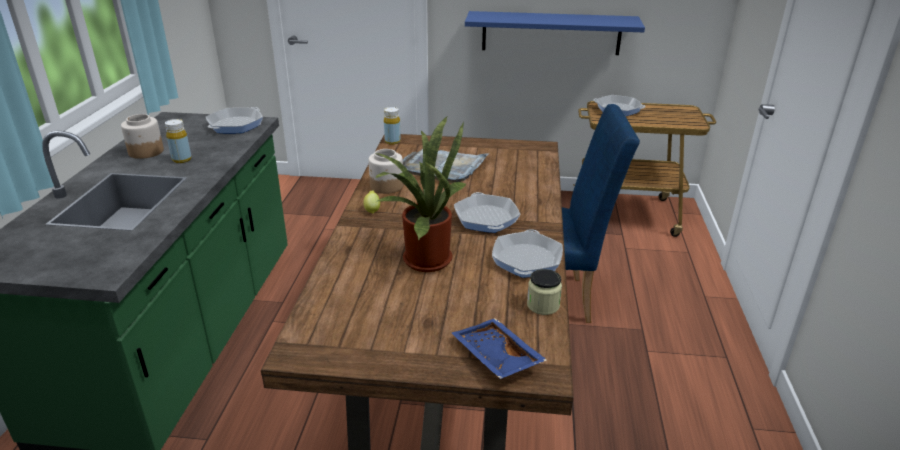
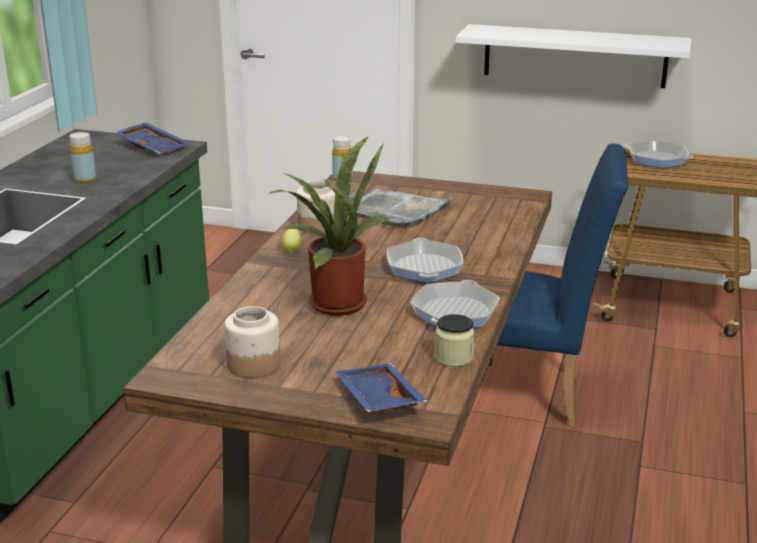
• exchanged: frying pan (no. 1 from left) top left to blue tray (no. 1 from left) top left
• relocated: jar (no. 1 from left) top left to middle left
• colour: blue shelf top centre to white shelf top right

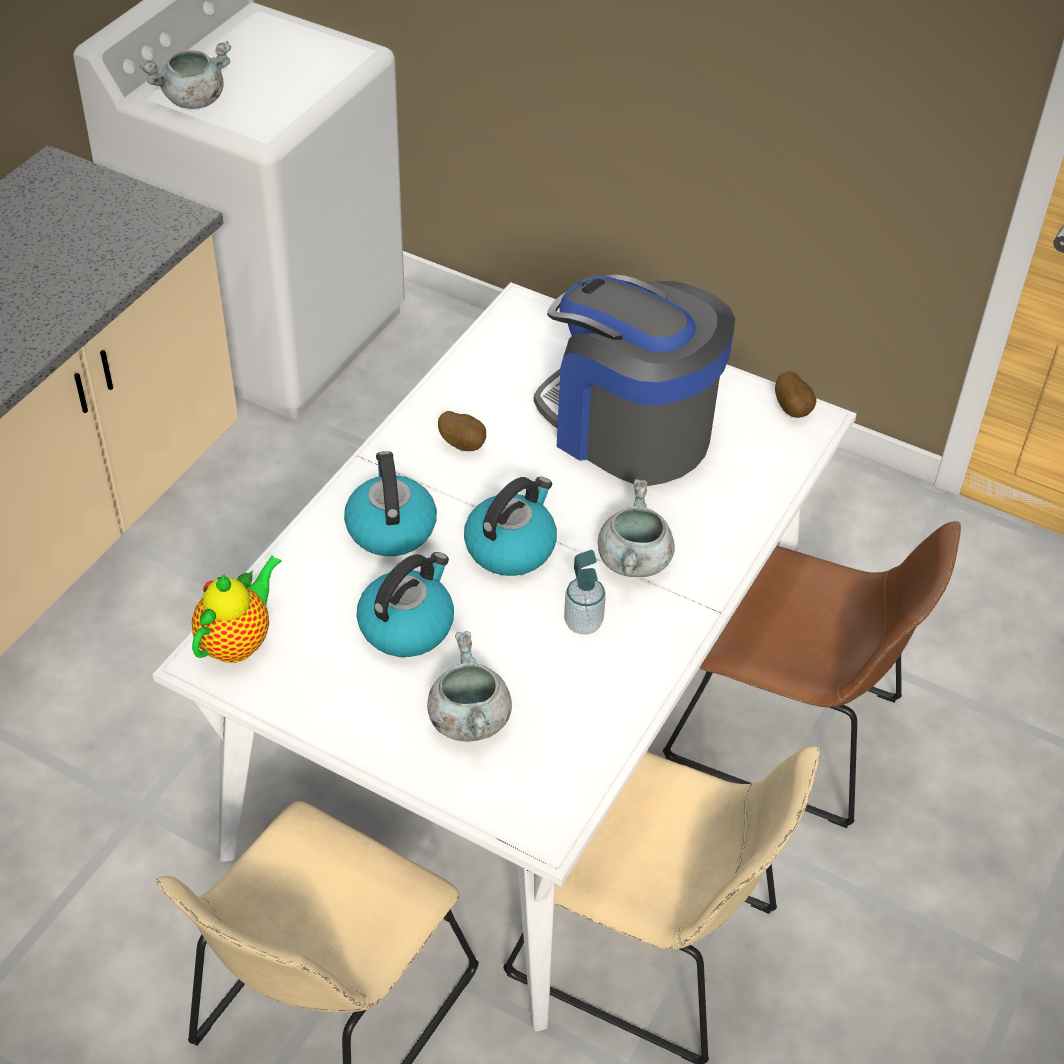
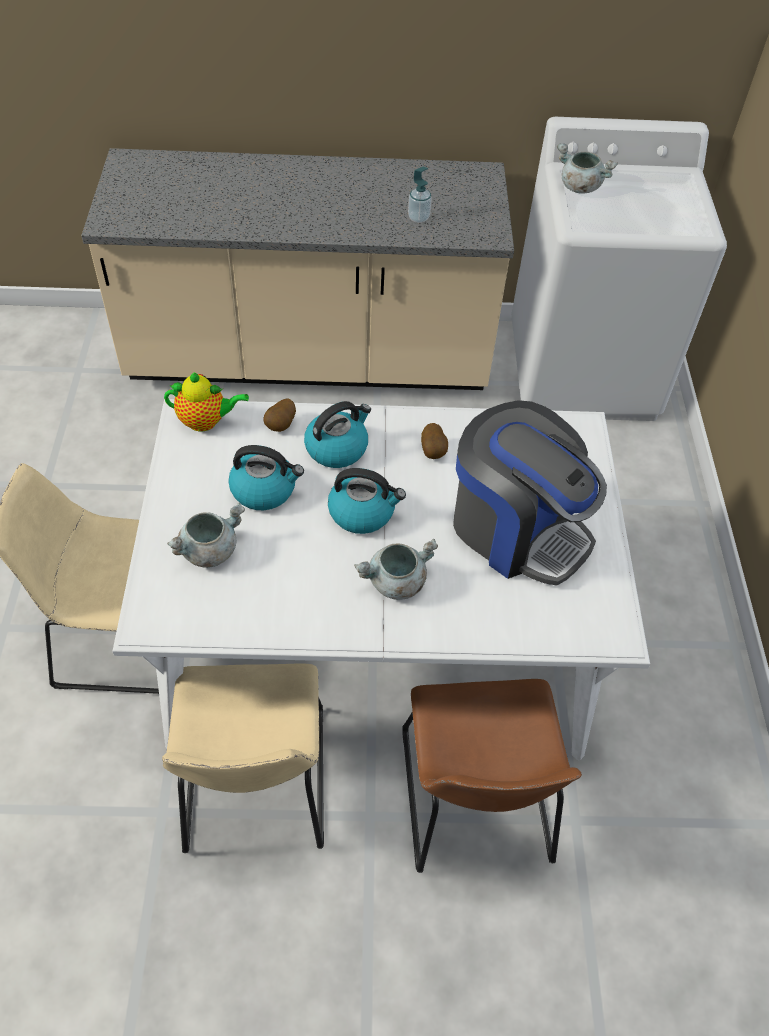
• relocated: potato (no. 2 from left in the first image) middle right to potato (no. 1 from left) centre
• relocated: soap dispenser centre to top centre
• spun: coffee machine centre = middle right 120 degrees clockwise

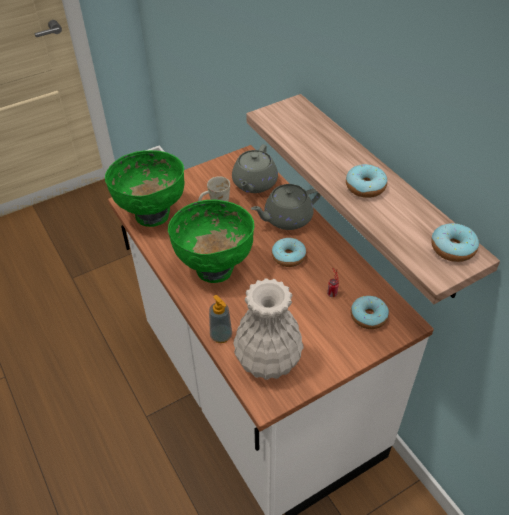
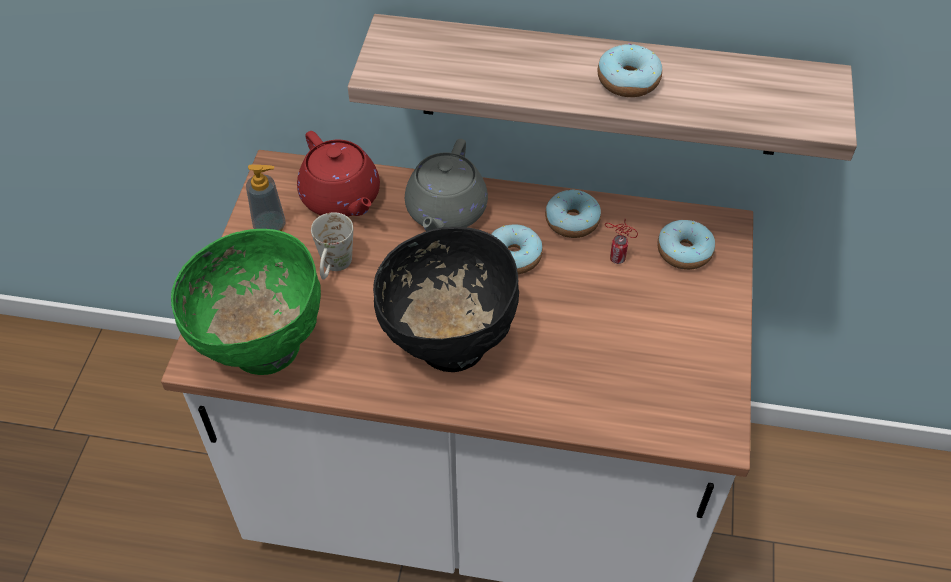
• relocated: soap dispenser centre to middle left
• colour: grey teapot (no. 1 from left) top centre to red teapot top centre
• colour: green bowl (no. 2 from left) centre to black bowl centre
• relocated: donut (no. 4 from left in the first image) middle right to donut (no. 2 from left) centre
• missing: white vase centre

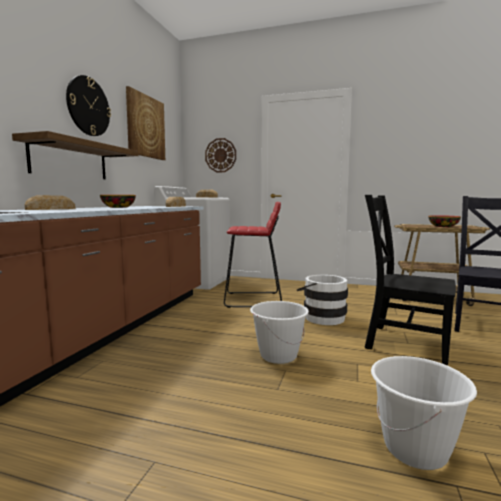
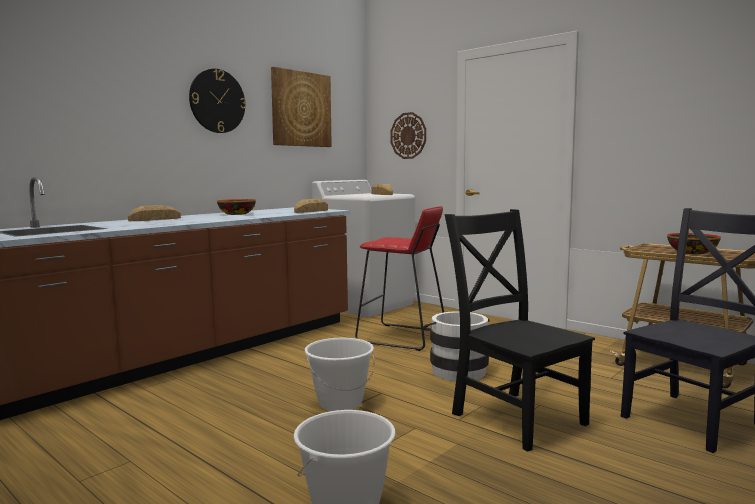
• missing: shelf top left

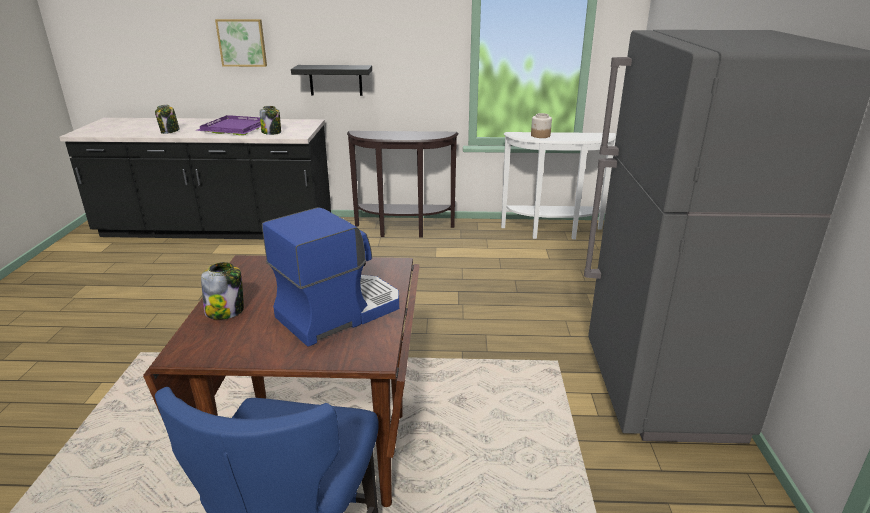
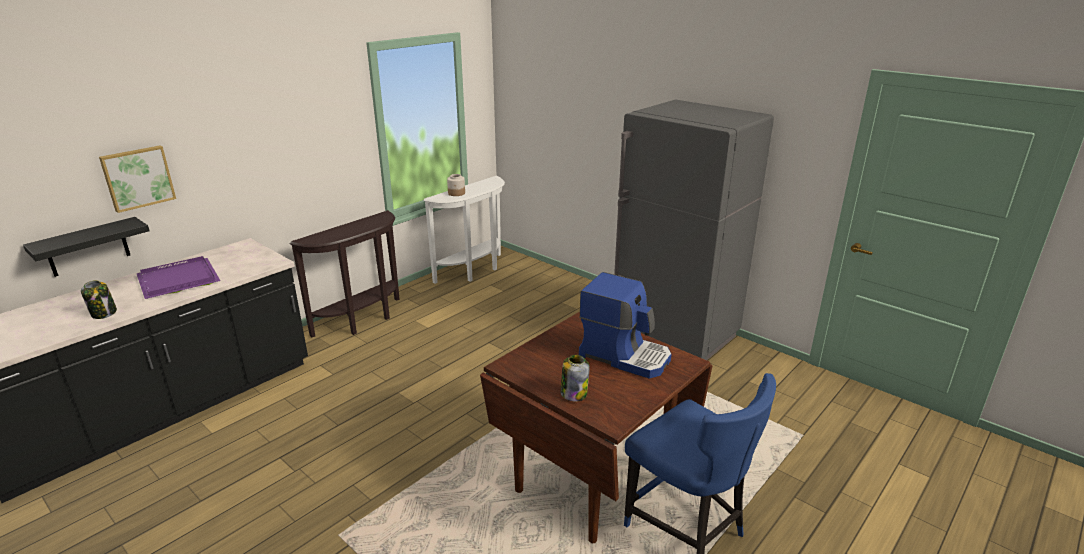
• relocated: black shelf top centre to middle left
• spun: coffee machine centre = centre 120 degrees clockwise
• missing: jar (no. 3 from left) top left

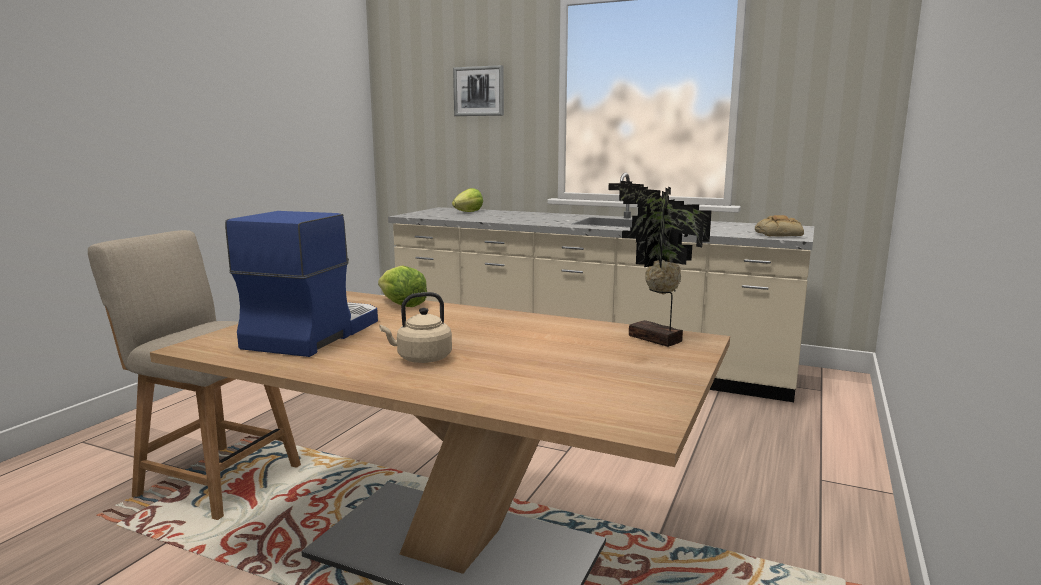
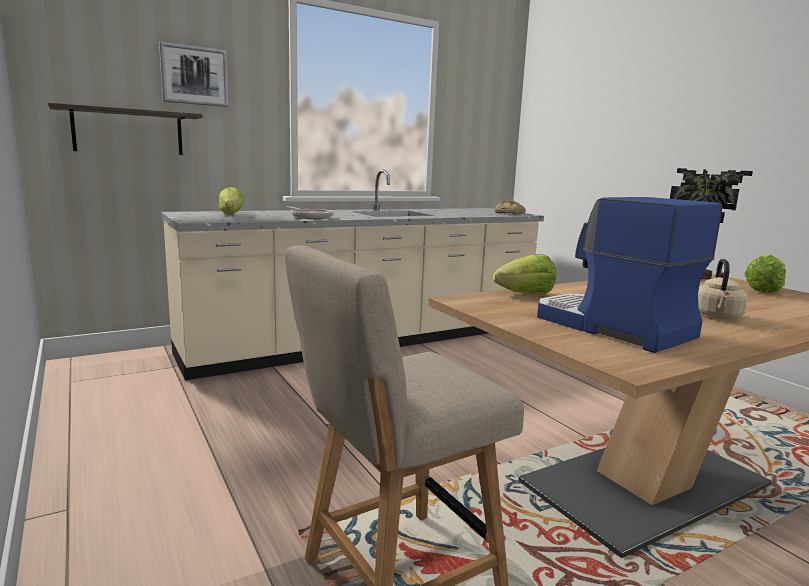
• appeared: shelf top left
• appeared: frying pan centre
• appeared: lettuce (no. 3 from left) middle right

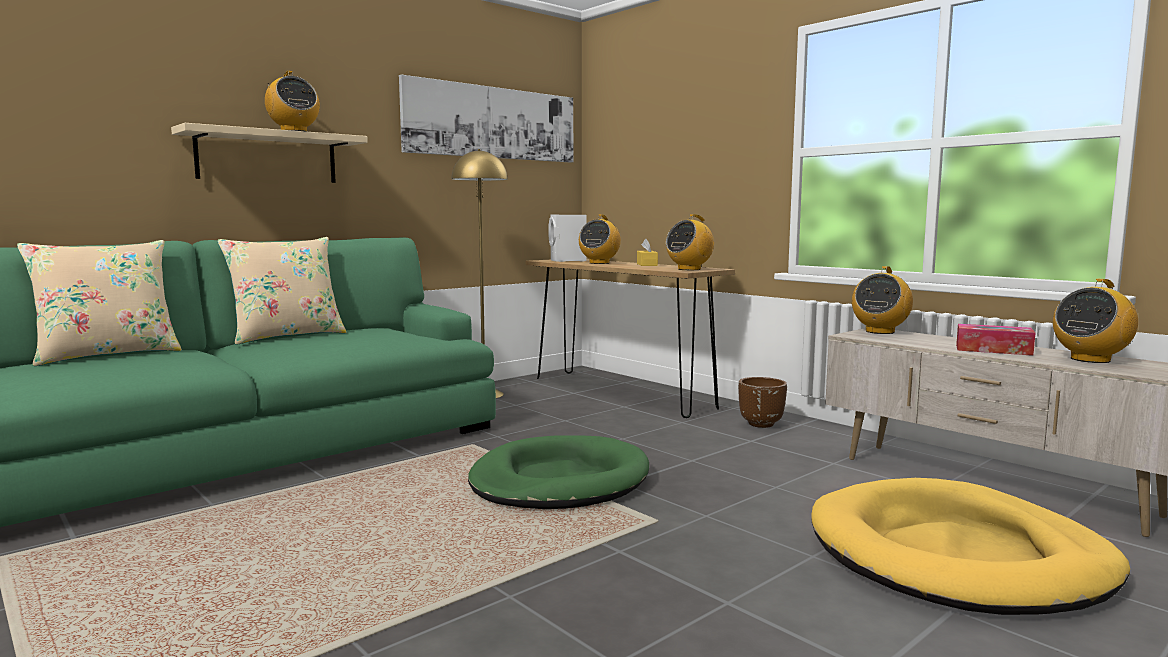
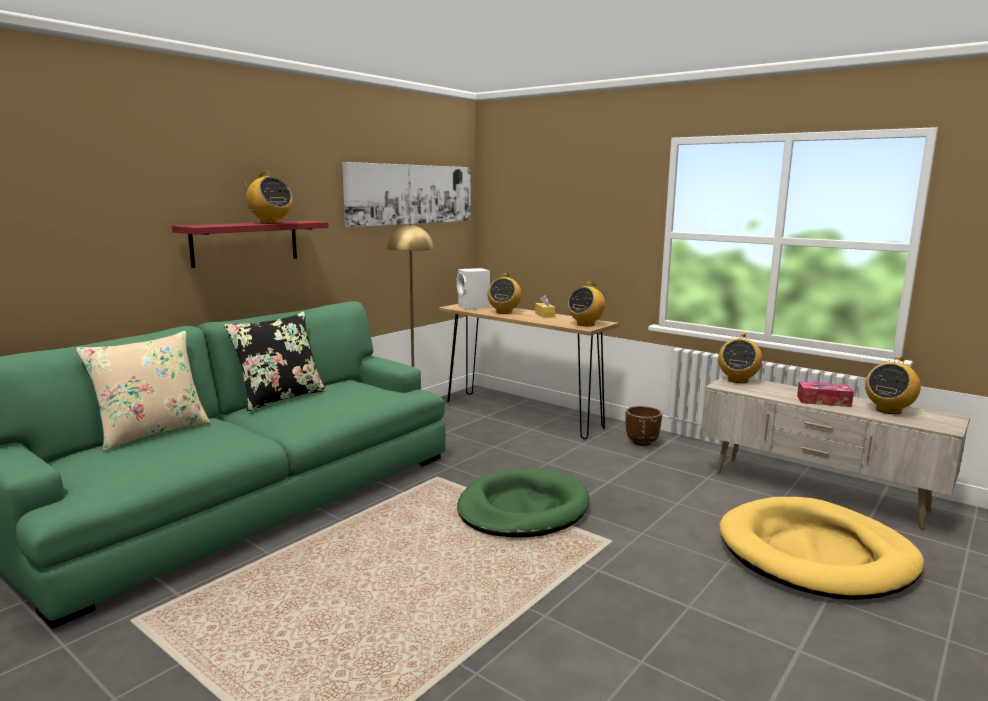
• colour: beige shelf top left to red shelf middle left
• colour: beige pillow (no. 2 from left) middle left to black pillow middle left

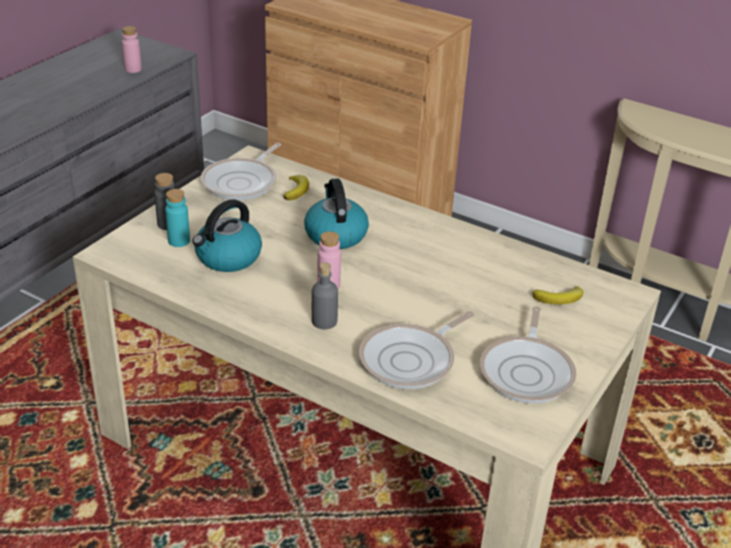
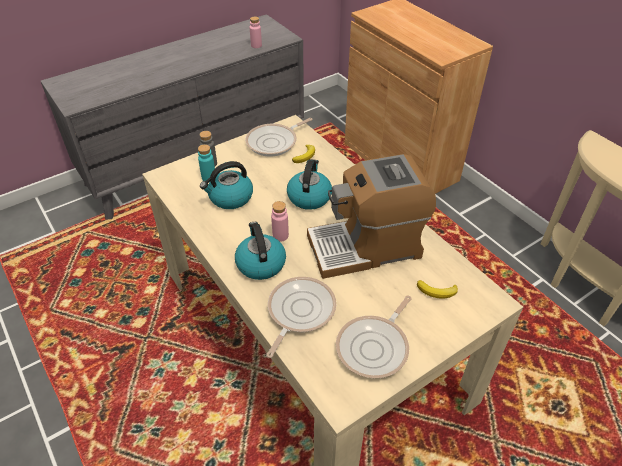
• exchanged: grey bottle (no. 2 from left) centre to kettle (no. 2 from left) centre
• spun: frying pan (no. 2 from left) centre = bottom centre 135 degrees clockwise
• appeared: coffee machine centre

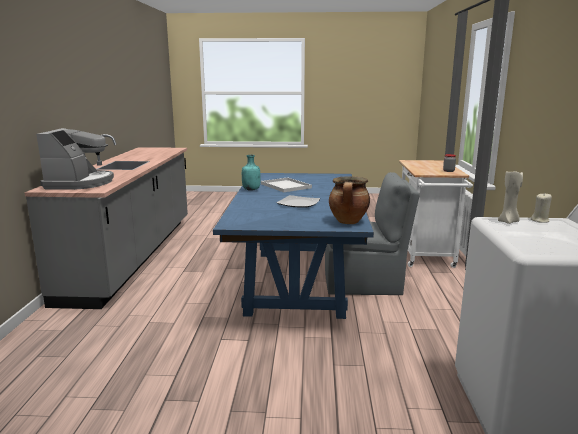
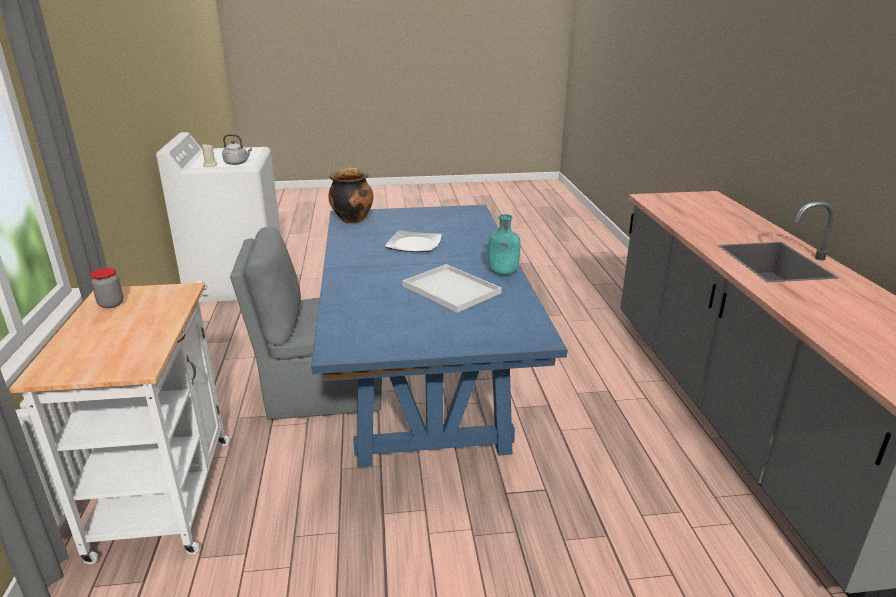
• exchanged: beige candle (no. 1 from left) middle right to grey kettle top left
• missing: coffee machine middle left

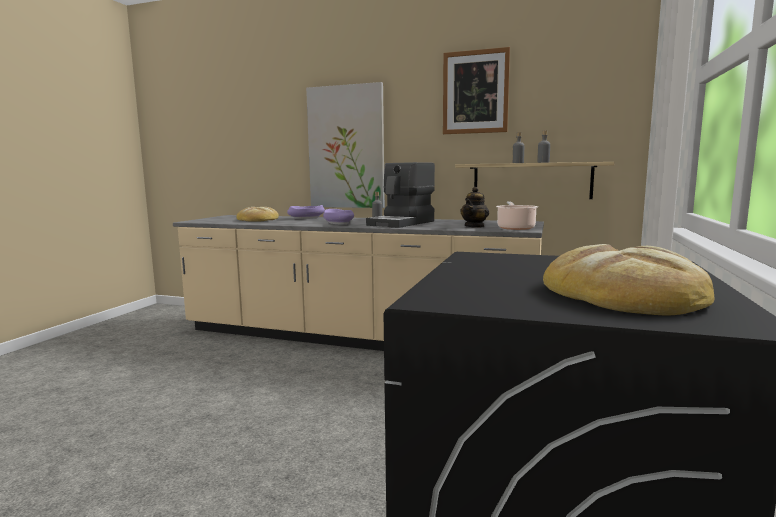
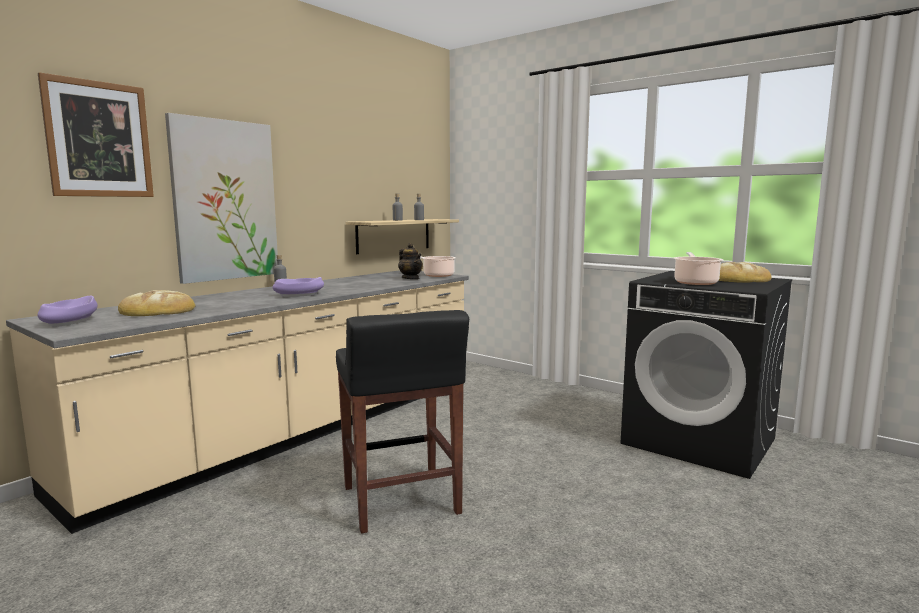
• relocated: picture (no. 2 from left in the first image) top centre to picture (no. 1 from left) top left
• relocated: purple bowl (no. 1 from left) centre to middle left
• appeared: black stool bottom centre
• appeared: cooking pot (no. 2 from left) middle right
• missing: coffee machine centre

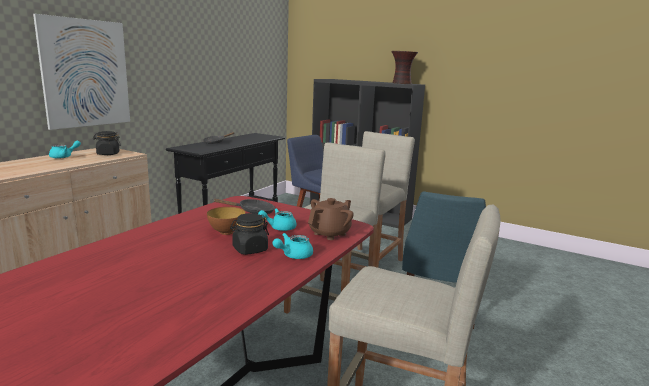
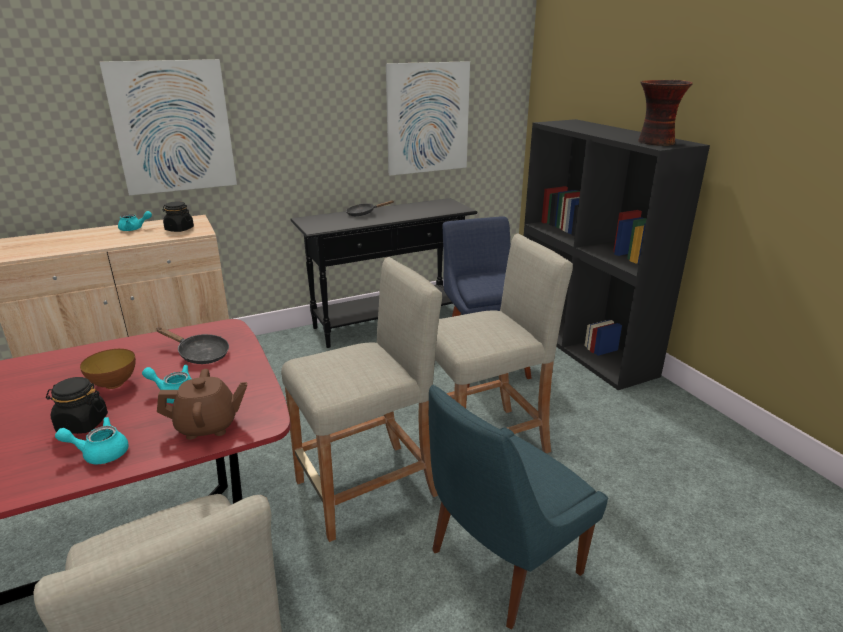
• appeared: picture (no. 2 from left) top centre

